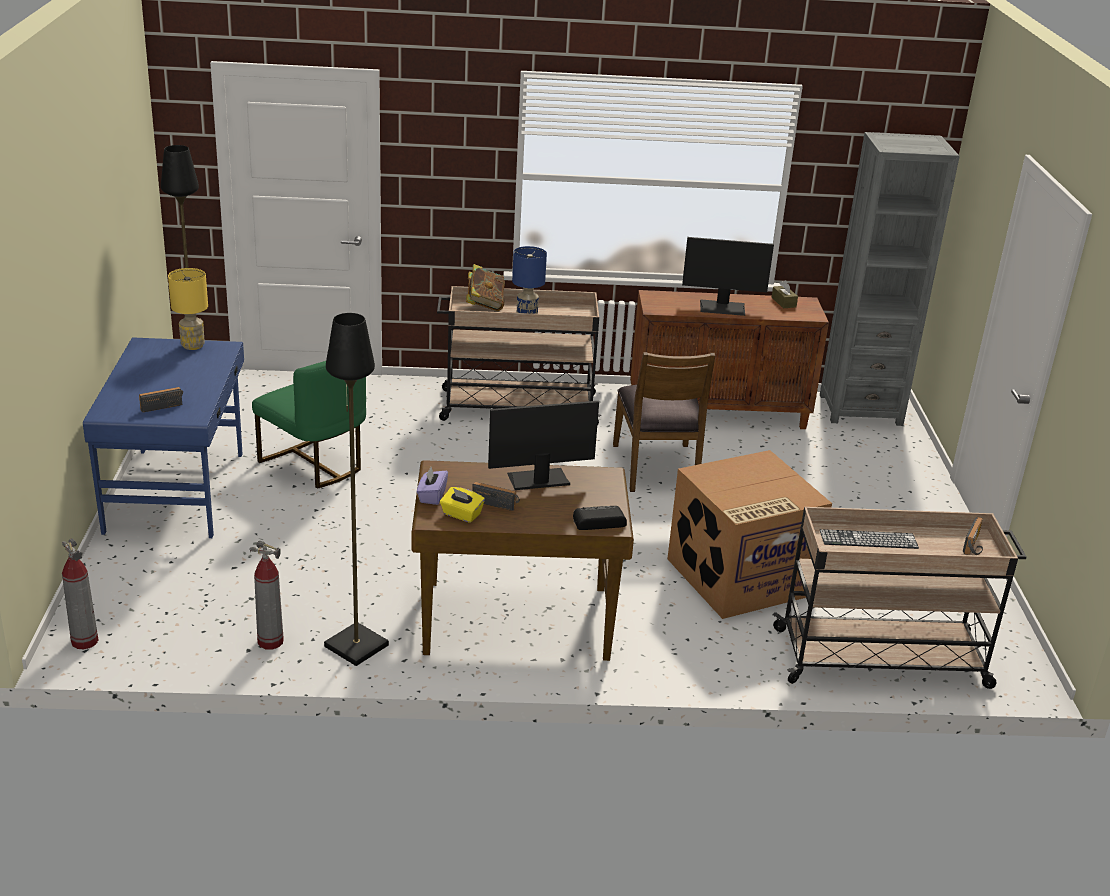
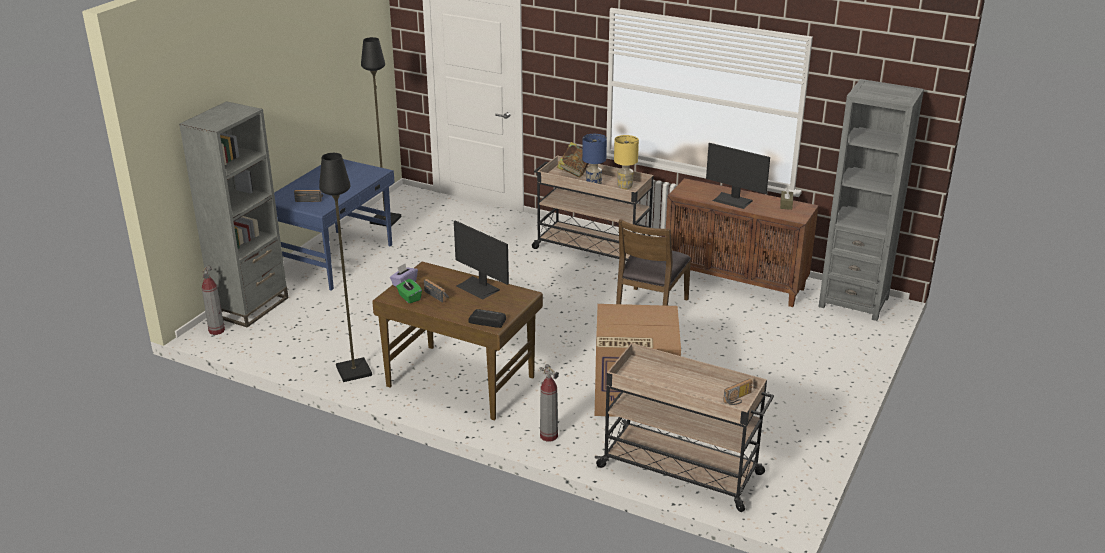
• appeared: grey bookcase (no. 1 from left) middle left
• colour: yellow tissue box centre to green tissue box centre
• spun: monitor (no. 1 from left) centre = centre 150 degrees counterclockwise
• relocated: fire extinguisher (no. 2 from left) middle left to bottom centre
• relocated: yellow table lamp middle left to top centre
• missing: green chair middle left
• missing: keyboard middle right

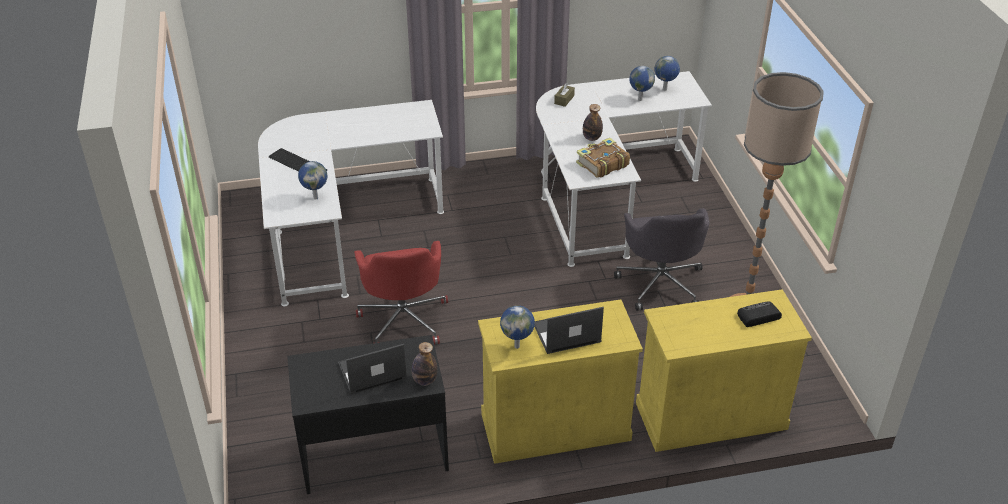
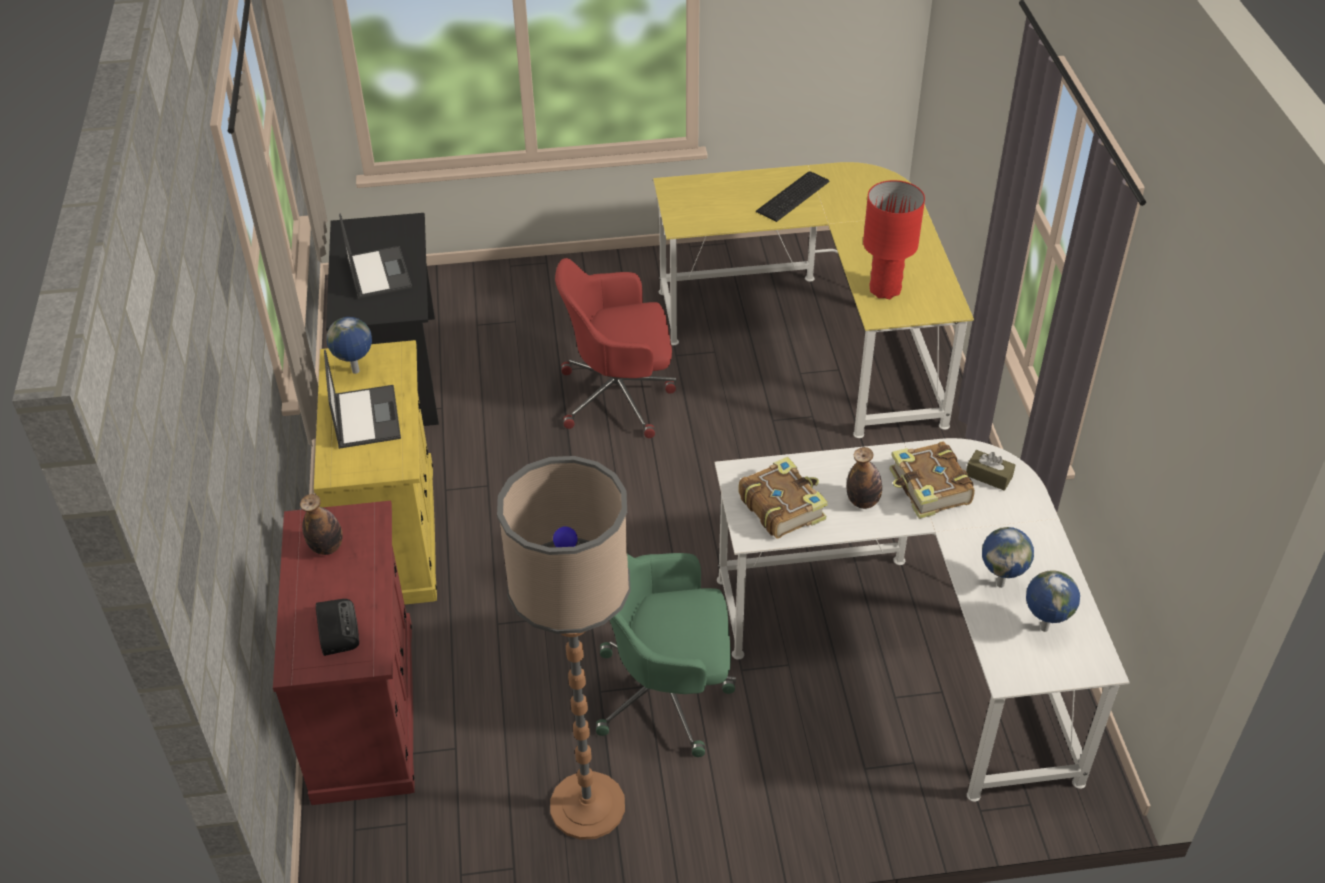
• colour: yellow cabinet (no. 2 from left) bottom right to red cabinet bottom left
• relocated: bottle (no. 1 from left) bottom centre to middle left
• colour: grey office chair centre to green office chair bottom centre
• colour: white desk (no. 1 from left) centre to yellow desk centre
• appeared: red table lamp top right
• appeared: book (no. 2 from left) middle right
• missing: globe (no. 1 from left) middle left

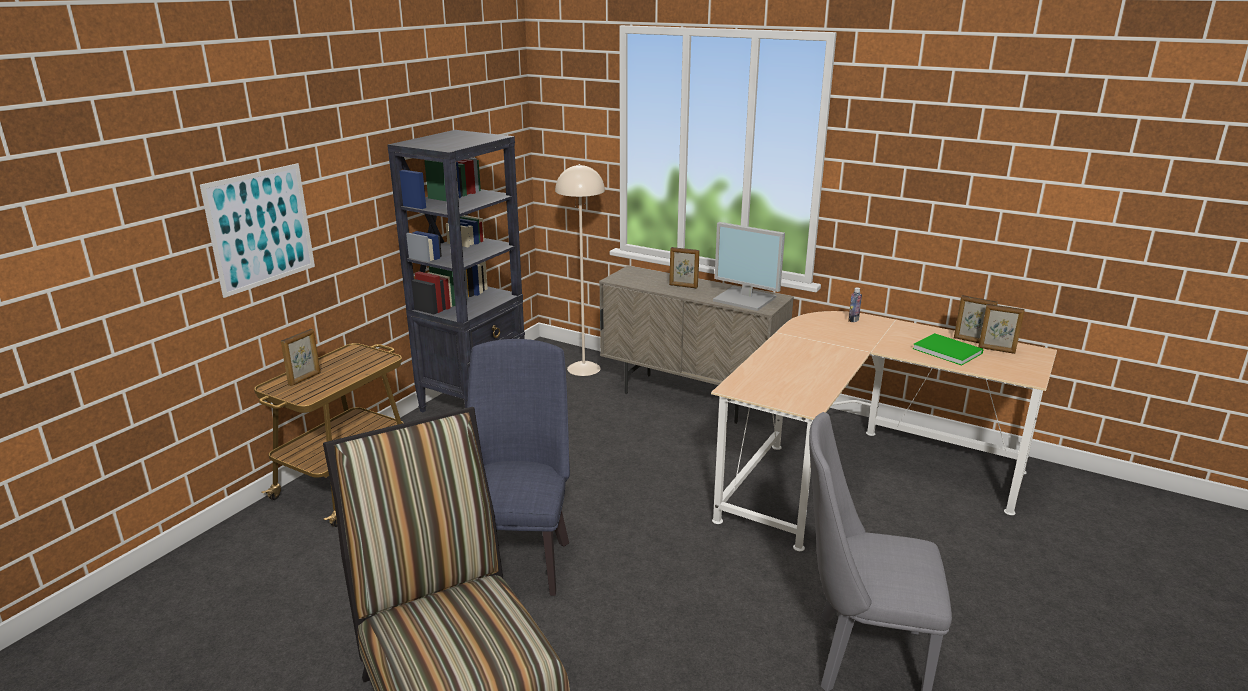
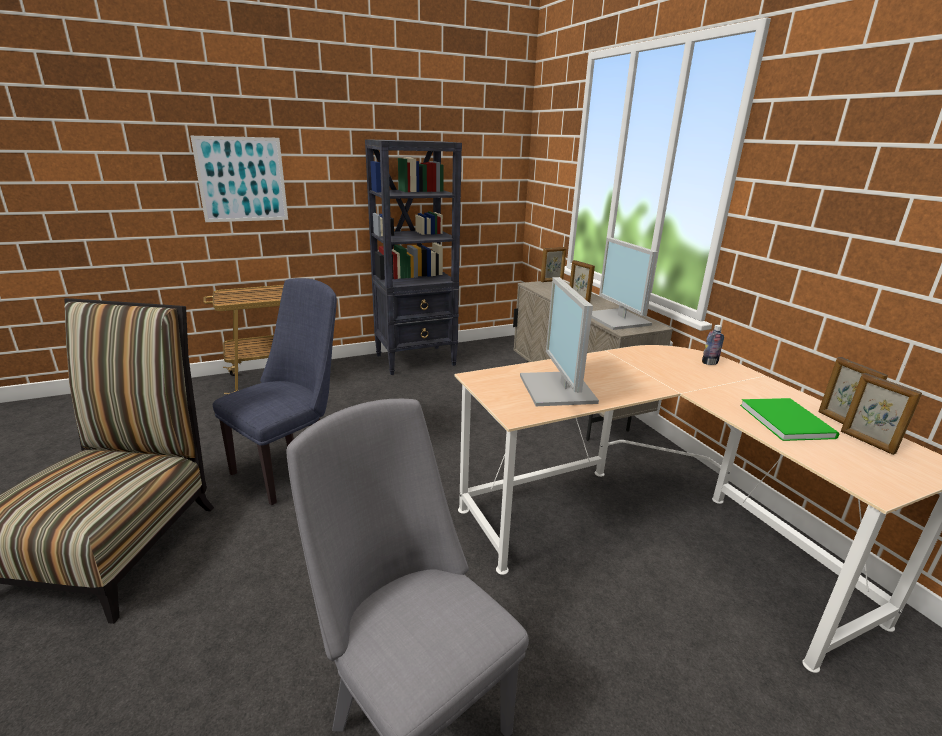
• appeared: monitor (no. 1 from left) centre
• relocated: picture frame (no. 1 from left) middle left to centre
• missing: beige floor lamp centre

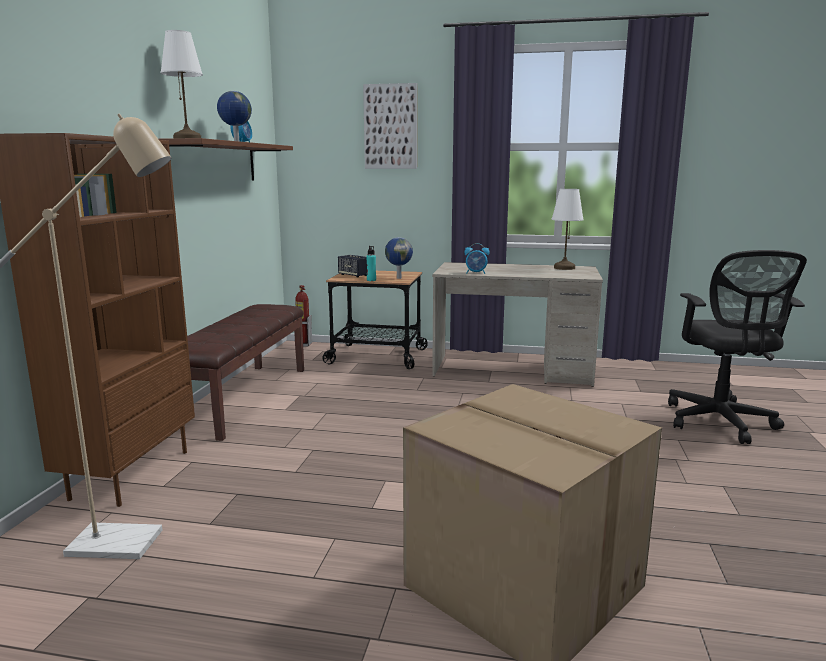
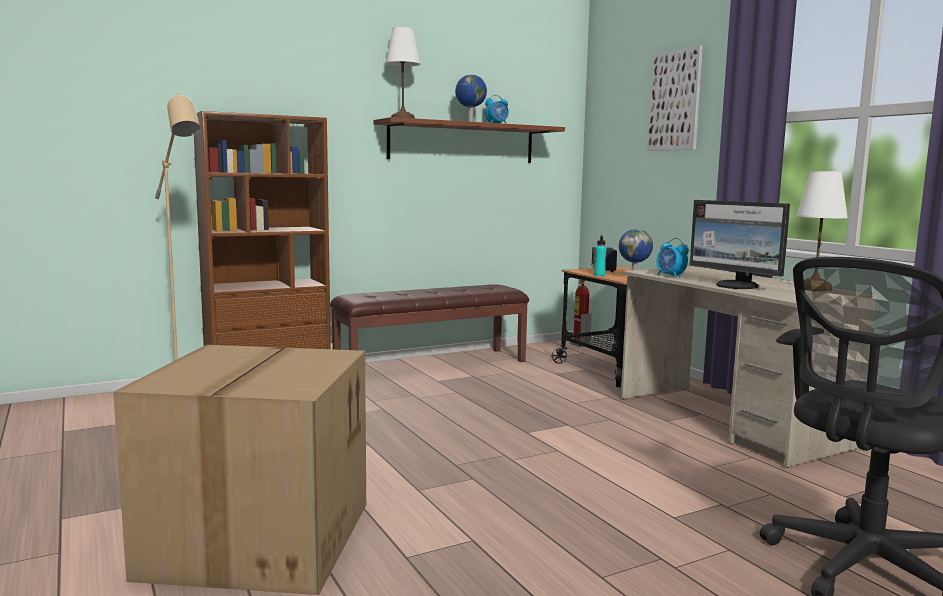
• appeared: monitor middle right

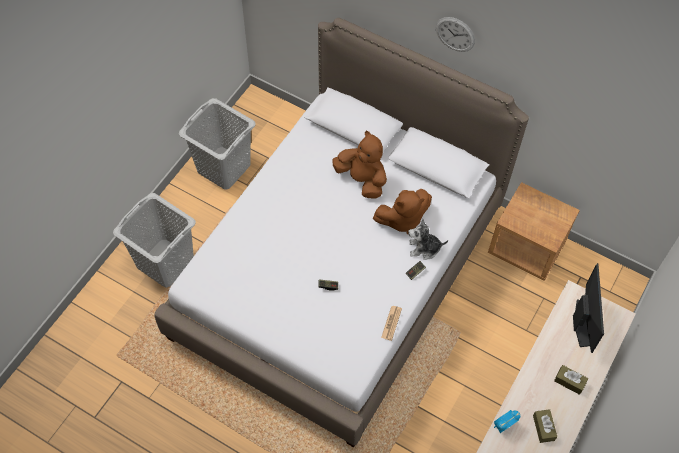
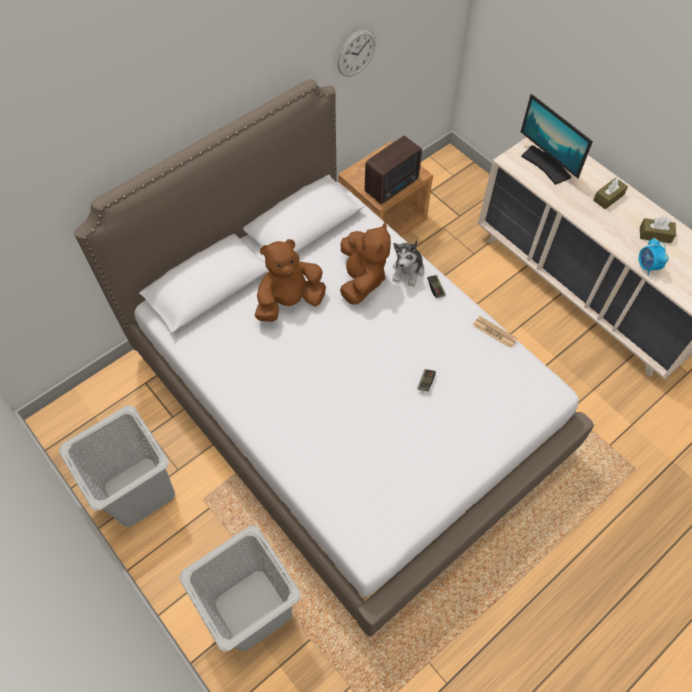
• relocated: wall clock top right to top centre
• appeared: radio top centre
• spun: monitor bottom right = top right 150 degrees counterclockwise

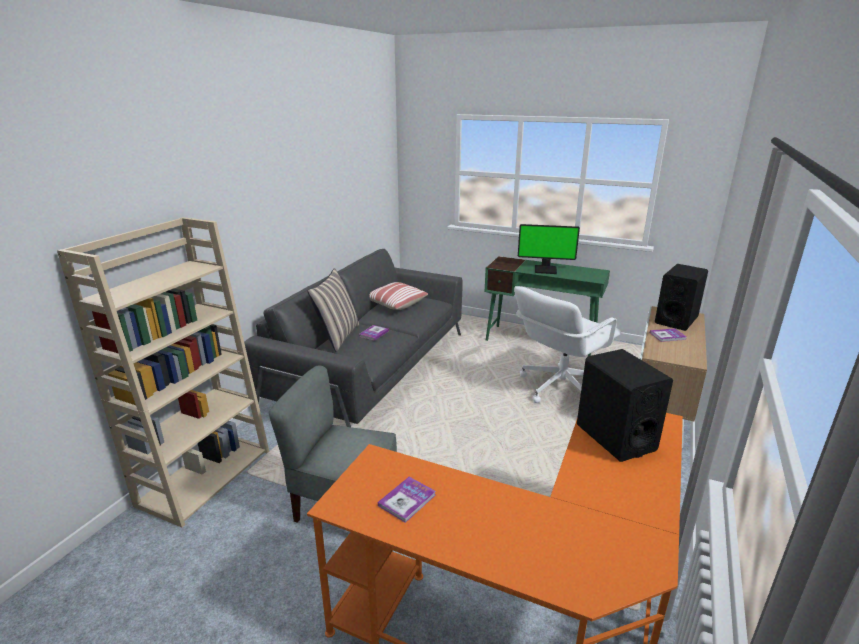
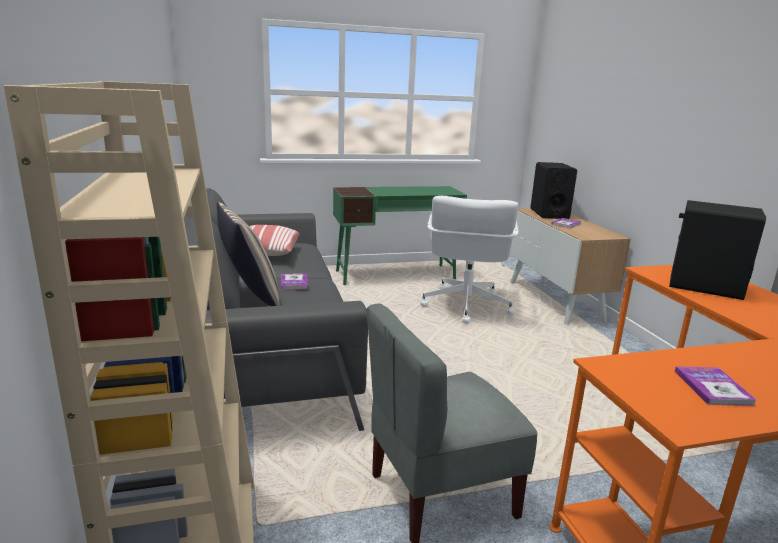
• missing: monitor centre

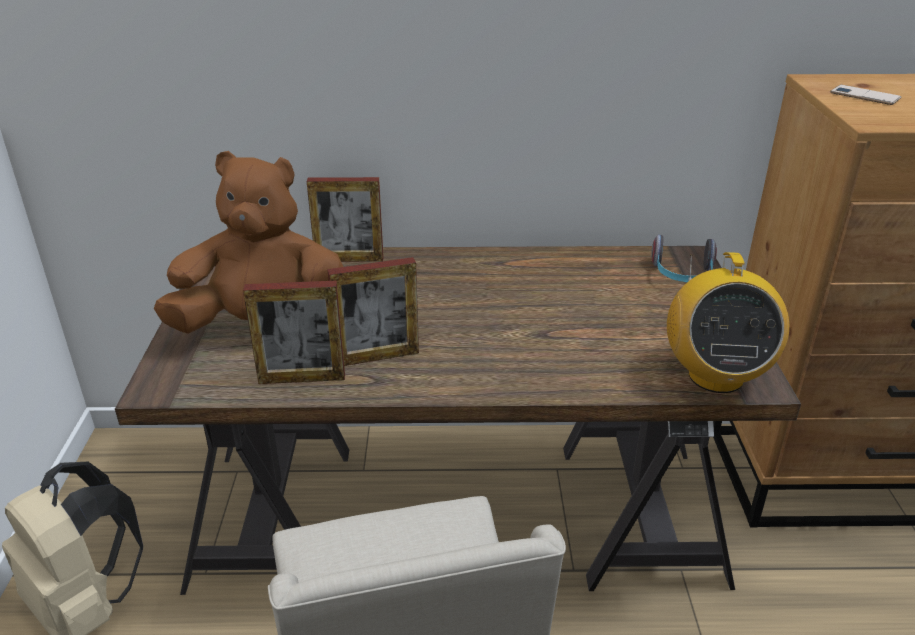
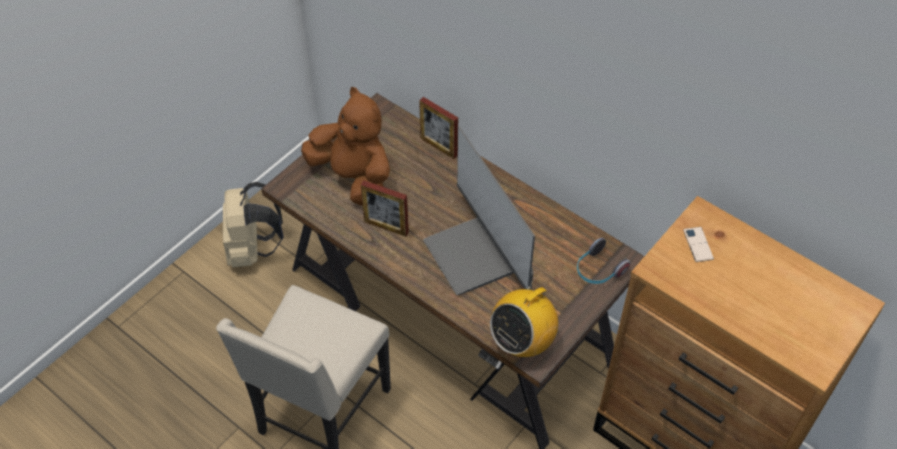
• appeared: monitor centre
• missing: picture frame (no. 1 from left) middle left

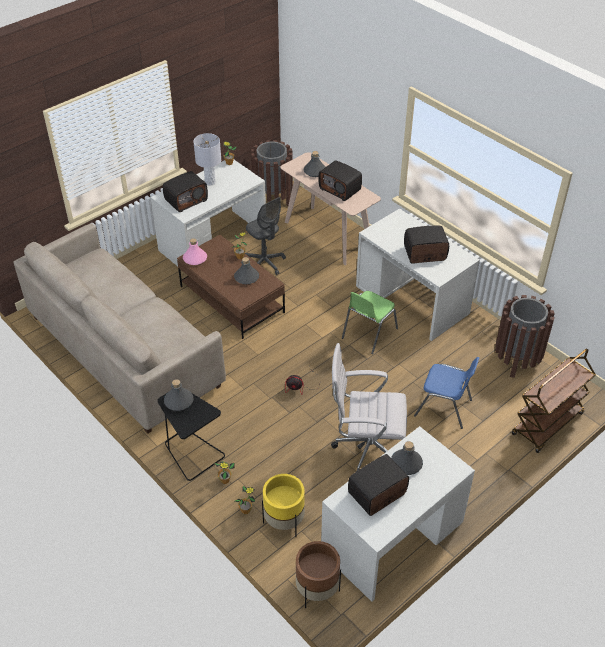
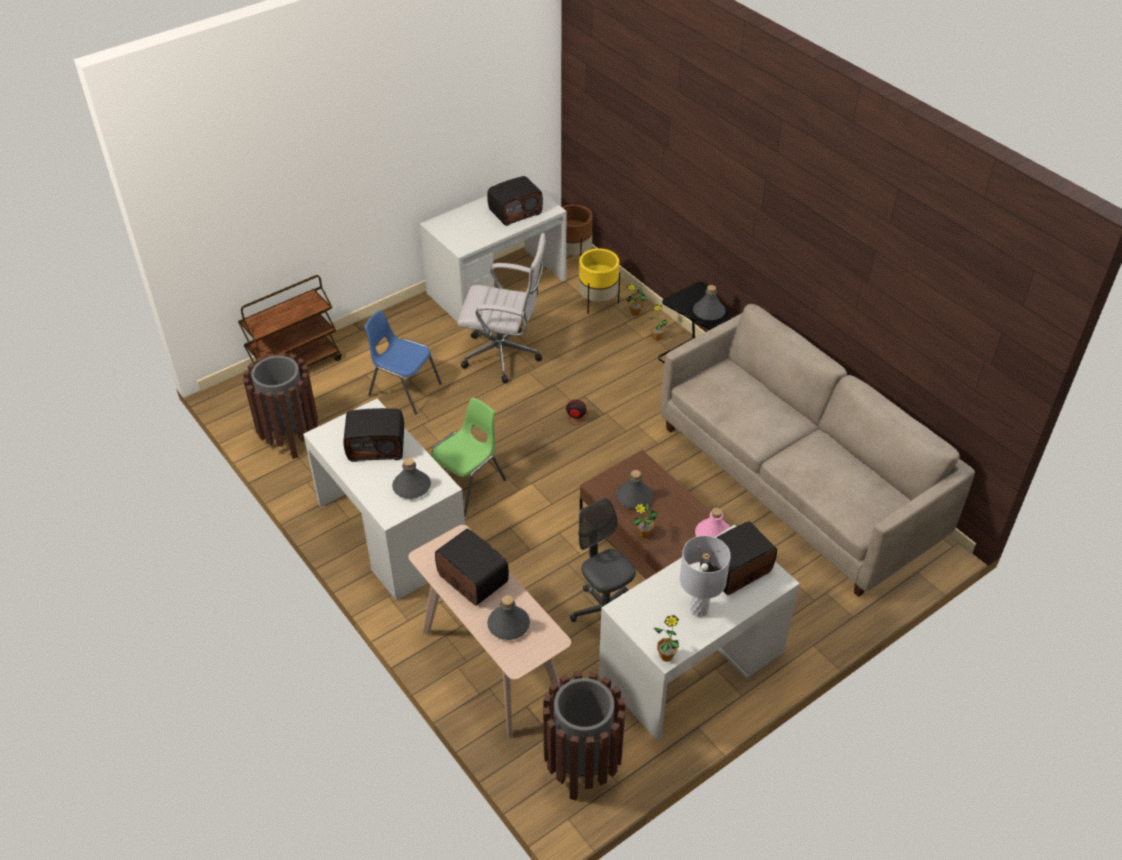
• relocated: grey bottle (no. 4 from left in the first image) bottom right to grey bottle (no. 1 from left) centre

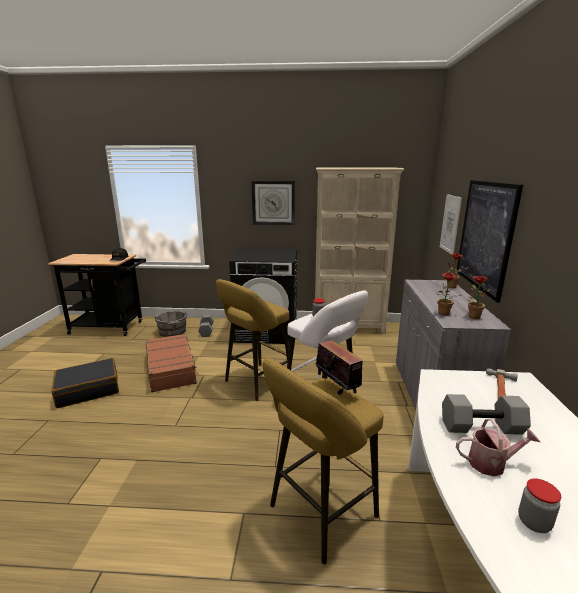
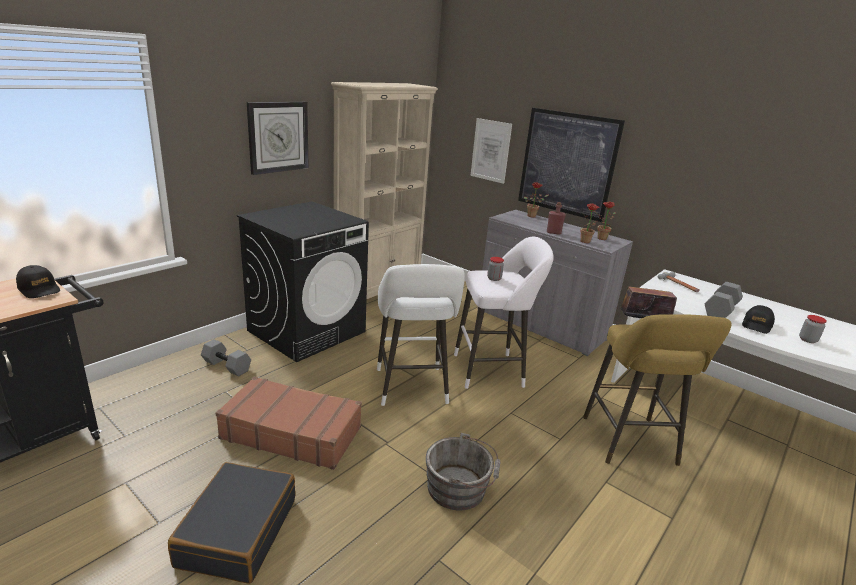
• colour: yellow stool (no. 1 from left) centre to white stool (no. 1 from left) centre
• relocated: grey bucket middle left to bottom centre
• appeared: red bottle centre
• exchanged: watering can bottom right to black cap (no. 2 from left) middle right

